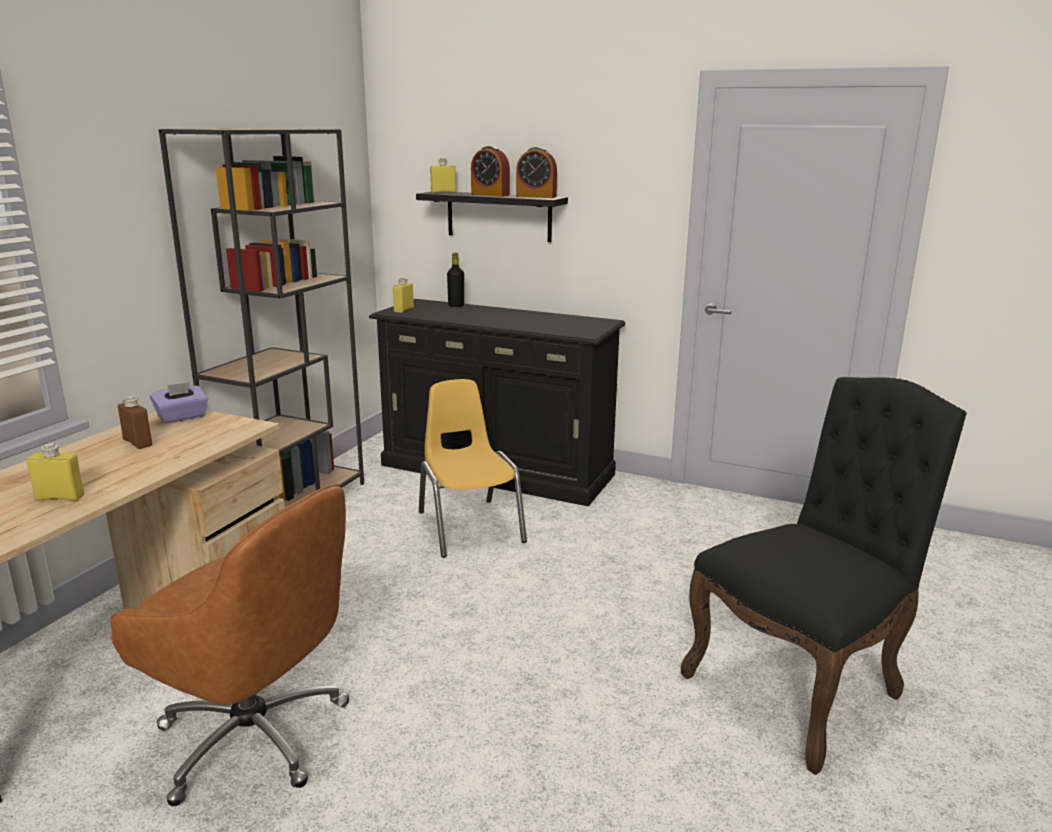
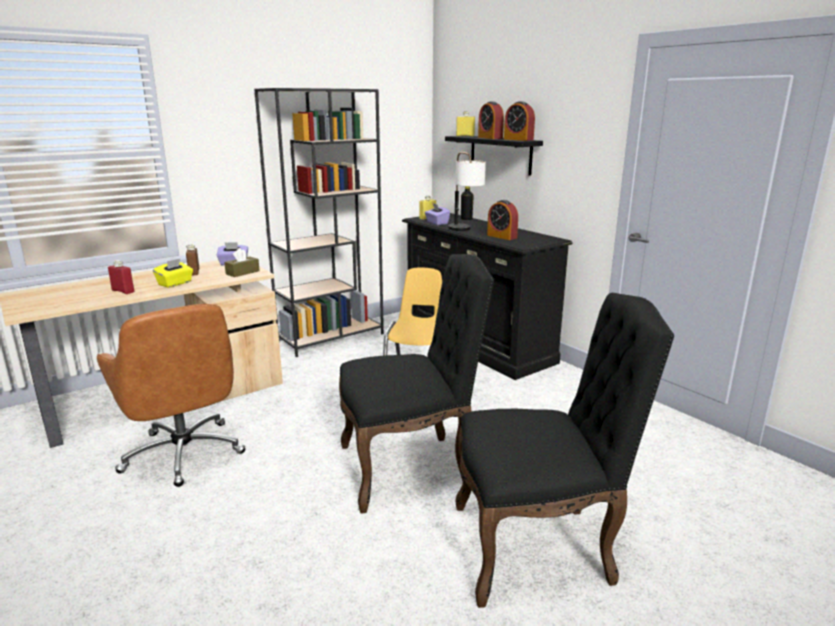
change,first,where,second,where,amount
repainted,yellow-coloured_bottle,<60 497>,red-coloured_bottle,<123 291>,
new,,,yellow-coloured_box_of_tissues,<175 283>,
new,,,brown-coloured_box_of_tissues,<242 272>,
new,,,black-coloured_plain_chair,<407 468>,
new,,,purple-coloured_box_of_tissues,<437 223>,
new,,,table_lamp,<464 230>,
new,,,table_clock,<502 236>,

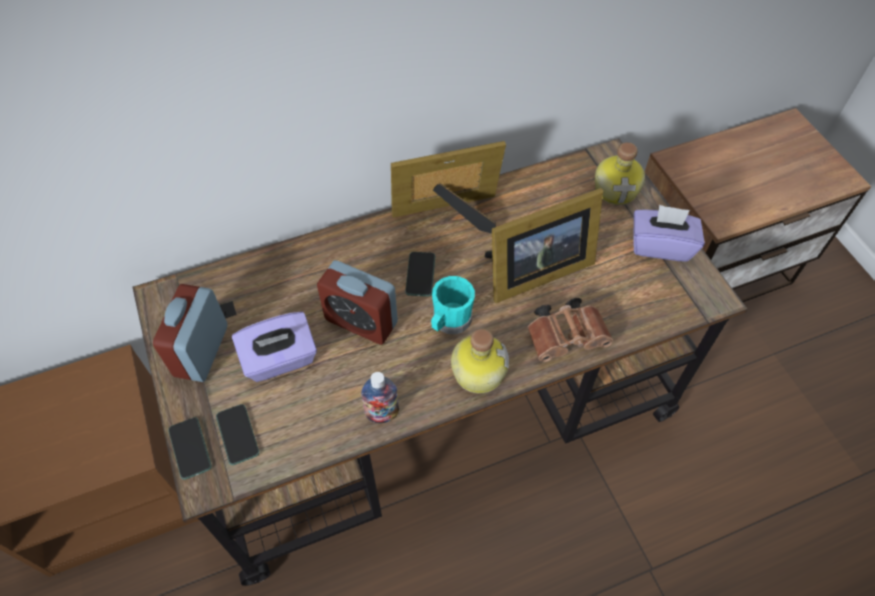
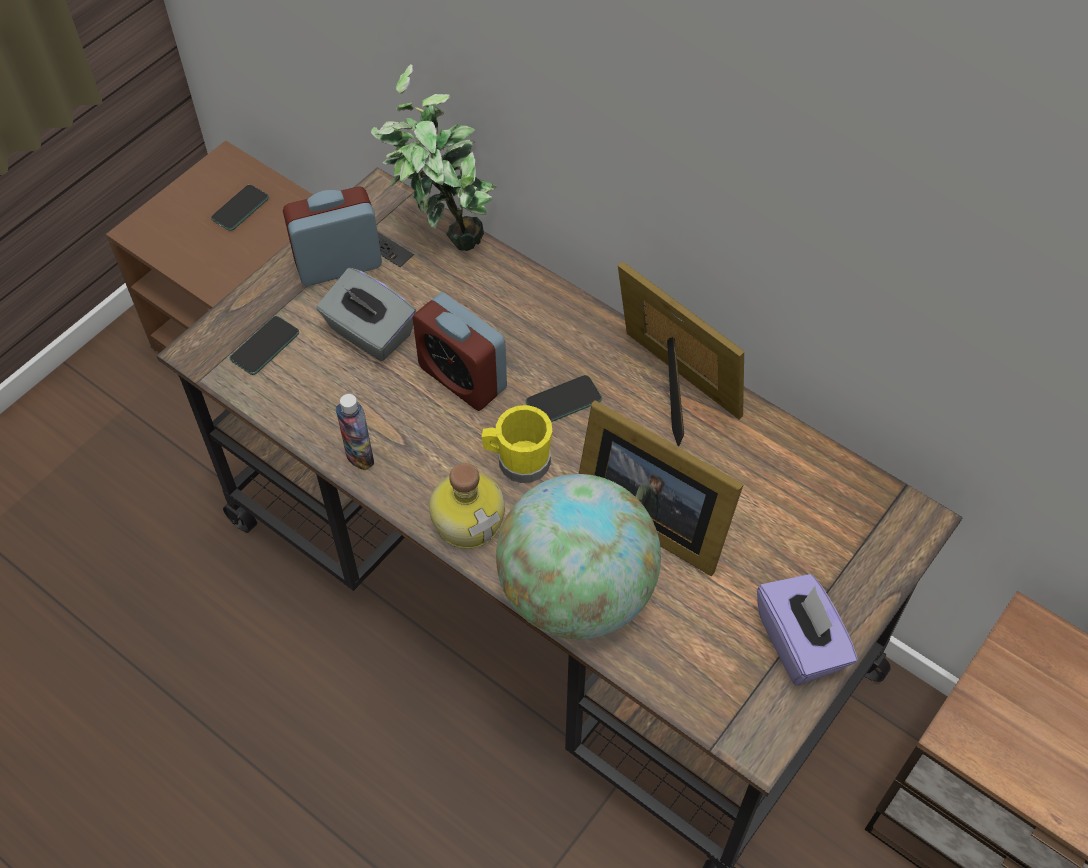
change,first,where,second,where,amount
shifted,phone,<190 448>,,<240 208>,
repainted,purple-coloured_box_of_tissues,<280 360>,gray_box_of_tissues,<369 333>,
new,,,houseplant,<443 239>,
rotated,table_clock,<361 321>,,<462 378>,45 degrees counterclockwise
repainted,turquoise-coloured_mug,<449 321>,yellow-coloured_mug,<518 461>,
swapped,brown-coloured_field_glasses,<568 337>,world_globe,<576 593>,
gone,bottle,<617 189>,,,

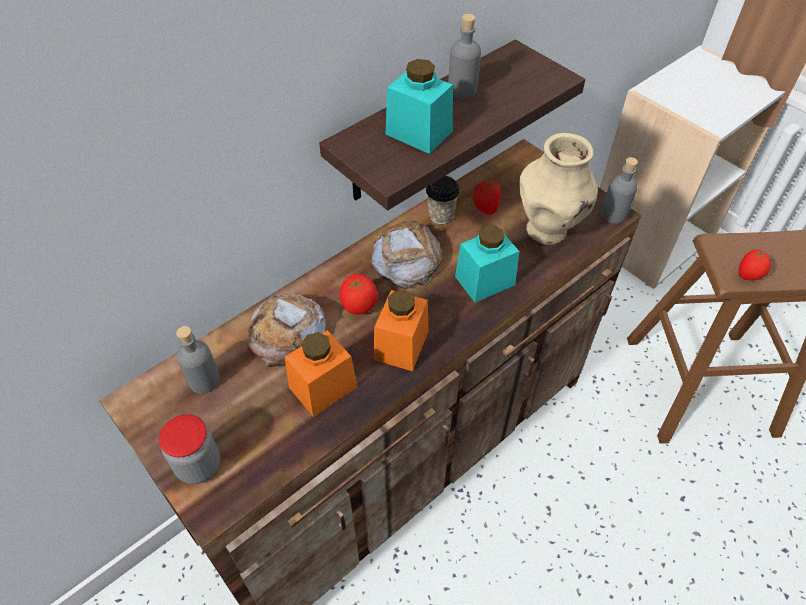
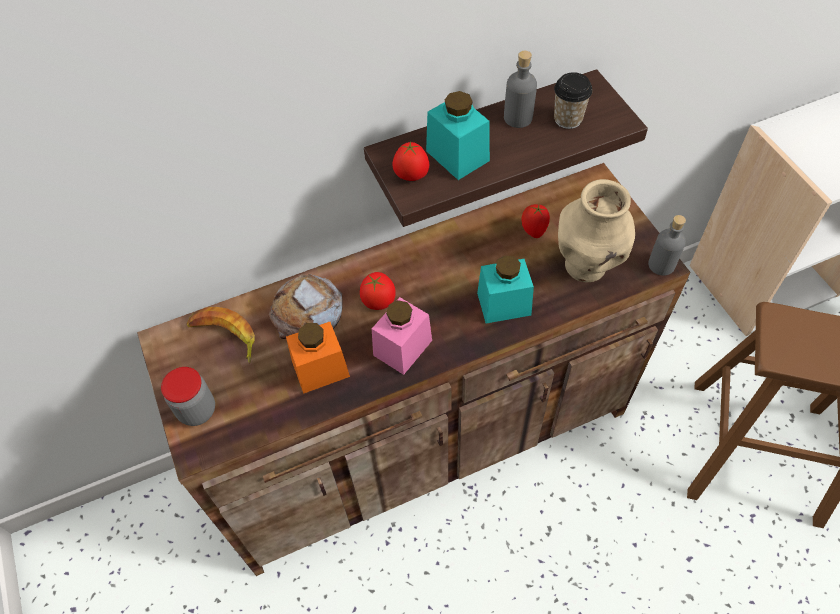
change,first,where,second,where,amount
swapped,gray_bottle,<204 380>,banana,<224 337>,
repainted,orange-coloured_preserve_jar,<401 345>,pink_preserve_jar,<402 348>,
shifted,tomato,<748 276>,,<411 176>,
shifted,drinking_cup,<441 215>,,<568 119>,
gone,baked_bread,<406 259>,,,

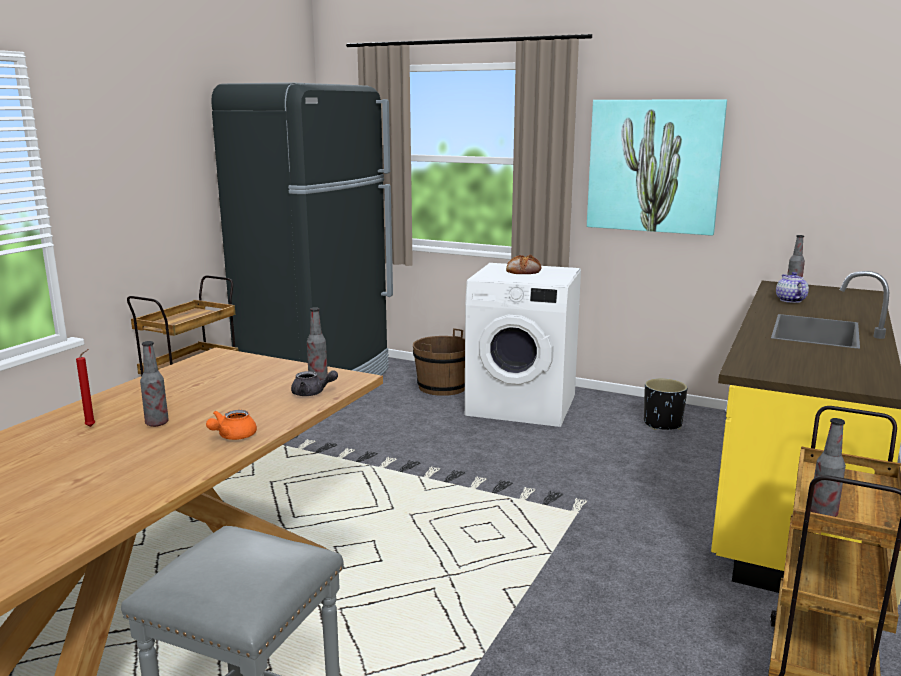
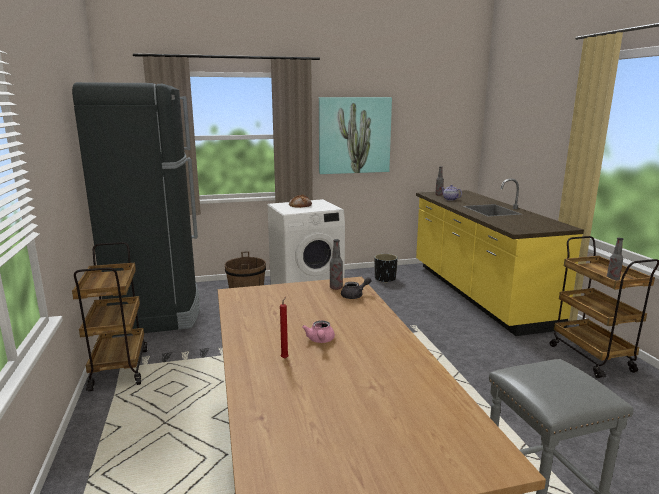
change,first,where,second,where,amount
swapped,bottle,<157 423>,pink_pot_for_tea,<320 340>,
gone,orange-coloured_pot_for_tea,<232 436>,,,

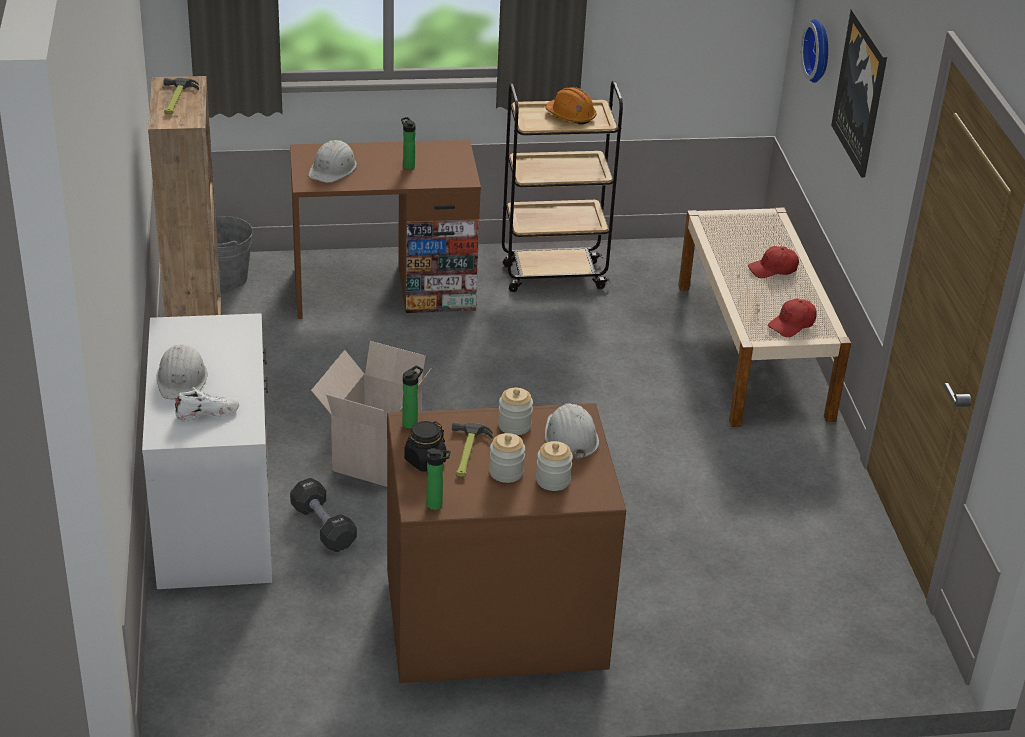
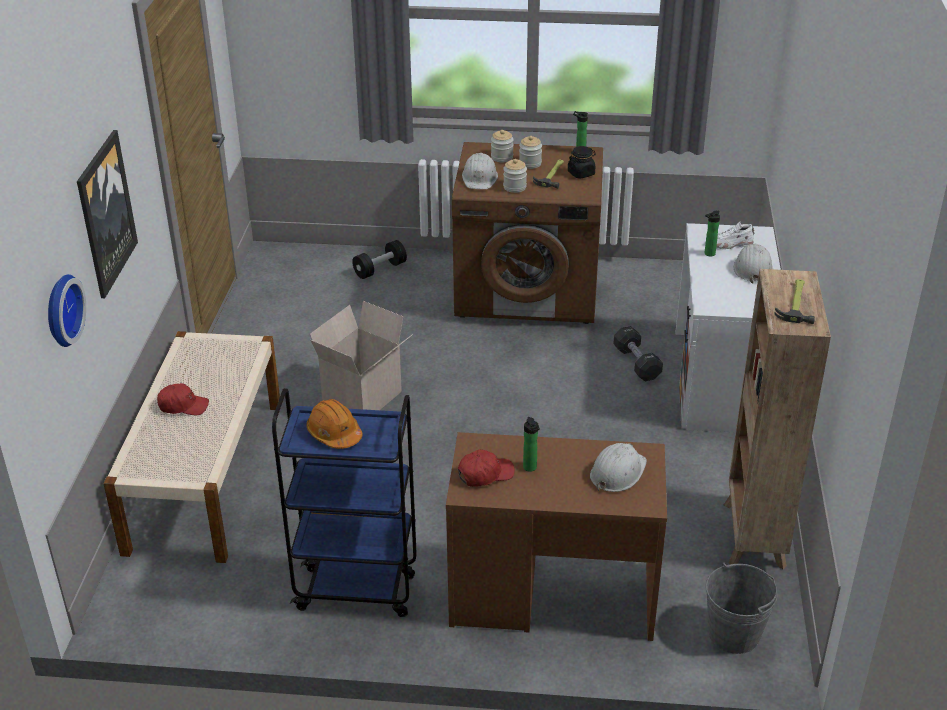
change,first,where,second,where,amount
repainted,brown-coloured_wheeled_cart,<554 276>,bluish_wheeled_cart,<354 593>,
shifted,packing_box,<375 456>,,<363 399>,
new,,,black-coloured_dumbbell,<380 269>,
shifted,red-coloured_cap,<792 324>,,<485 474>,
shifted,bottle,<411 423>,,<708 254>,

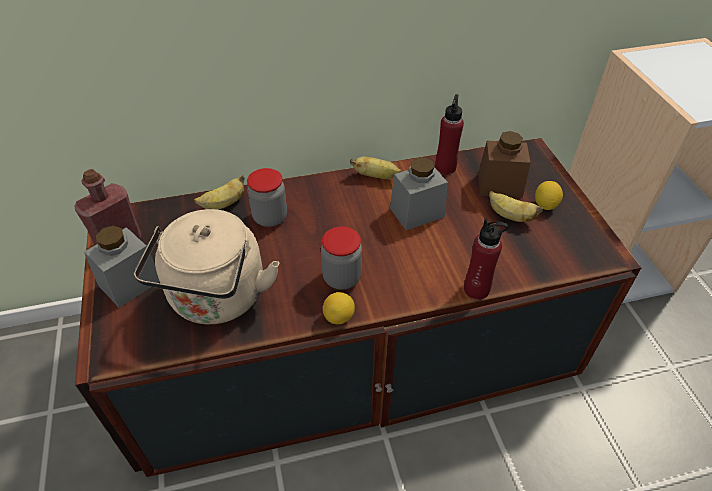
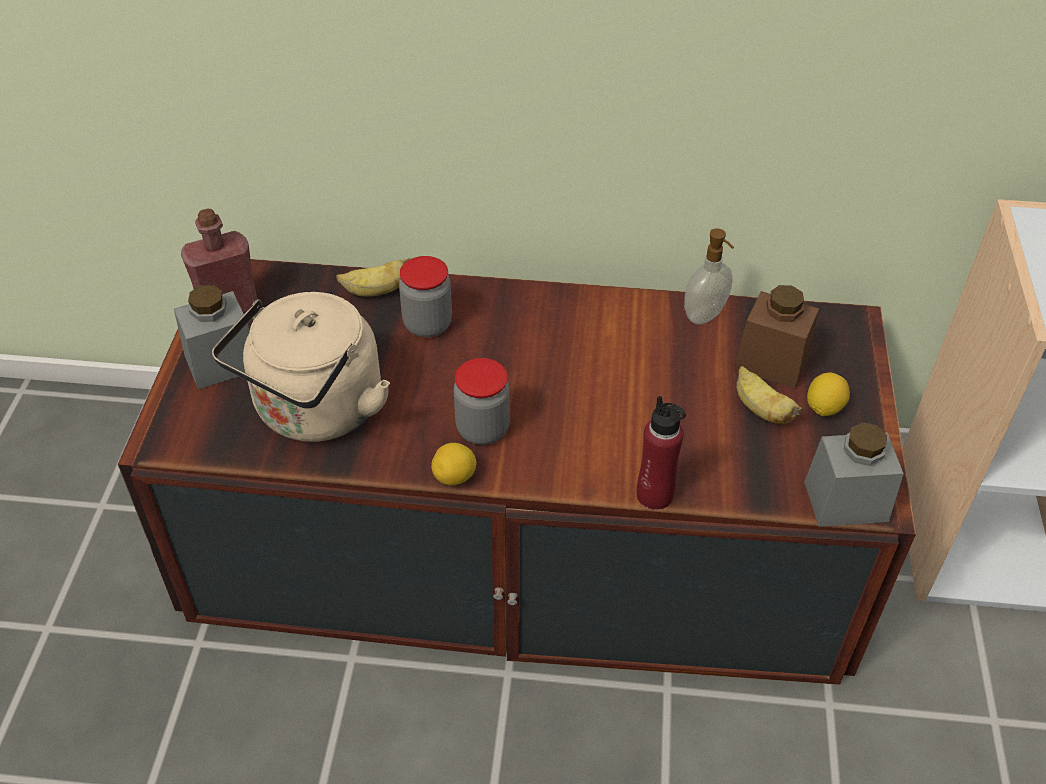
change,first,where,second,where,amount
swapped,red-coloured_bottle,<445 167>,liquid_soap_bottle,<705 315>,
shifted,gray_preserve_jar,<417 212>,,<845 501>,
gone,banana,<376 176>,,,

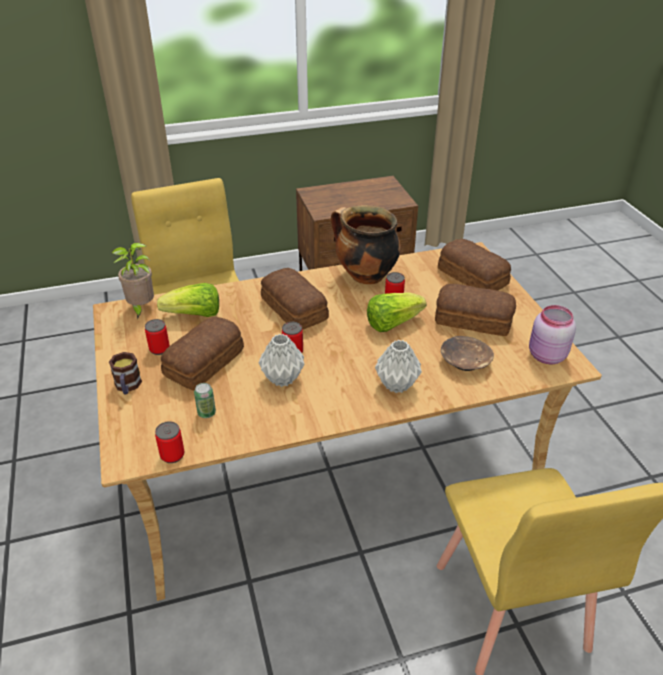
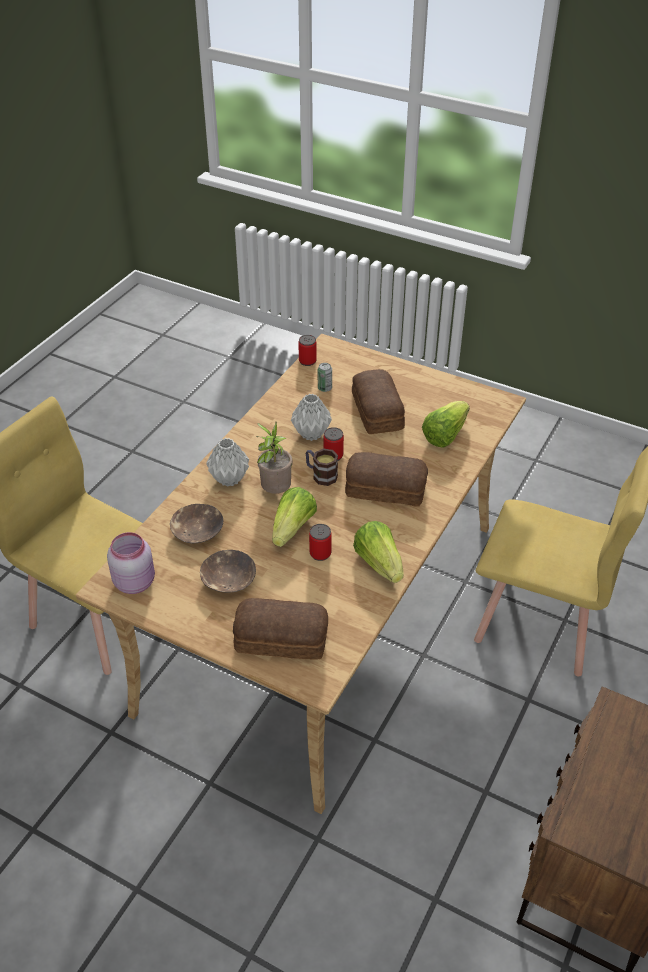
change,first,where,second,where,amount
swapped,baked_bread,<474 320>,brown-coloured_deep_dish,<228 579>,
shifted,houseplant,<141 308>,,<275 491>,
shifted,mug,<128 387>,,<321 475>,
swapped,stockpot,<364 276>,lettuce_head,<379 563>,
gone,can,<159 349>,,,

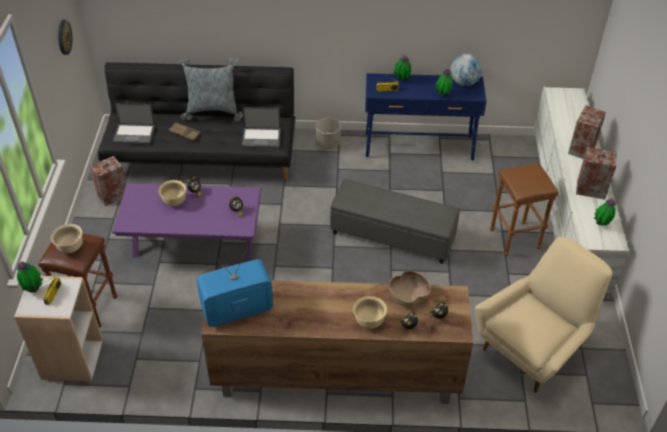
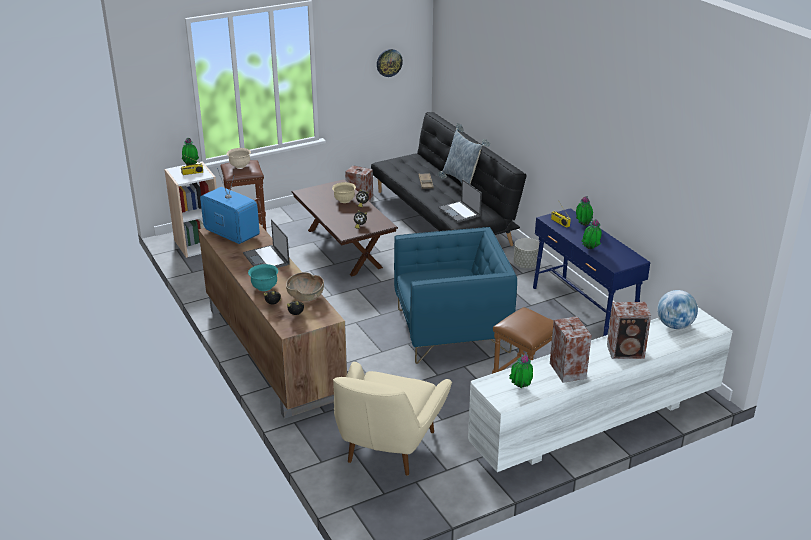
change,first,where,second,where,amount
shifted,portable_computer,<135 133>,,<266 259>,
repainted,beige_deep_dish,<369 321>,turquoise-coloured_deep_dish,<264 287>,
repainted,purple-coloured_low_table,<194 244>,brown-coloured_low_table,<344 248>,
rotated,beige_armchair,<533 349>,,<387 450>,90 degrees clockwise
swapped,gray_pouffe,<393 234>,bluish_armchair,<451 331>,
shifted,world_globe,<464 82>,,<674 325>,

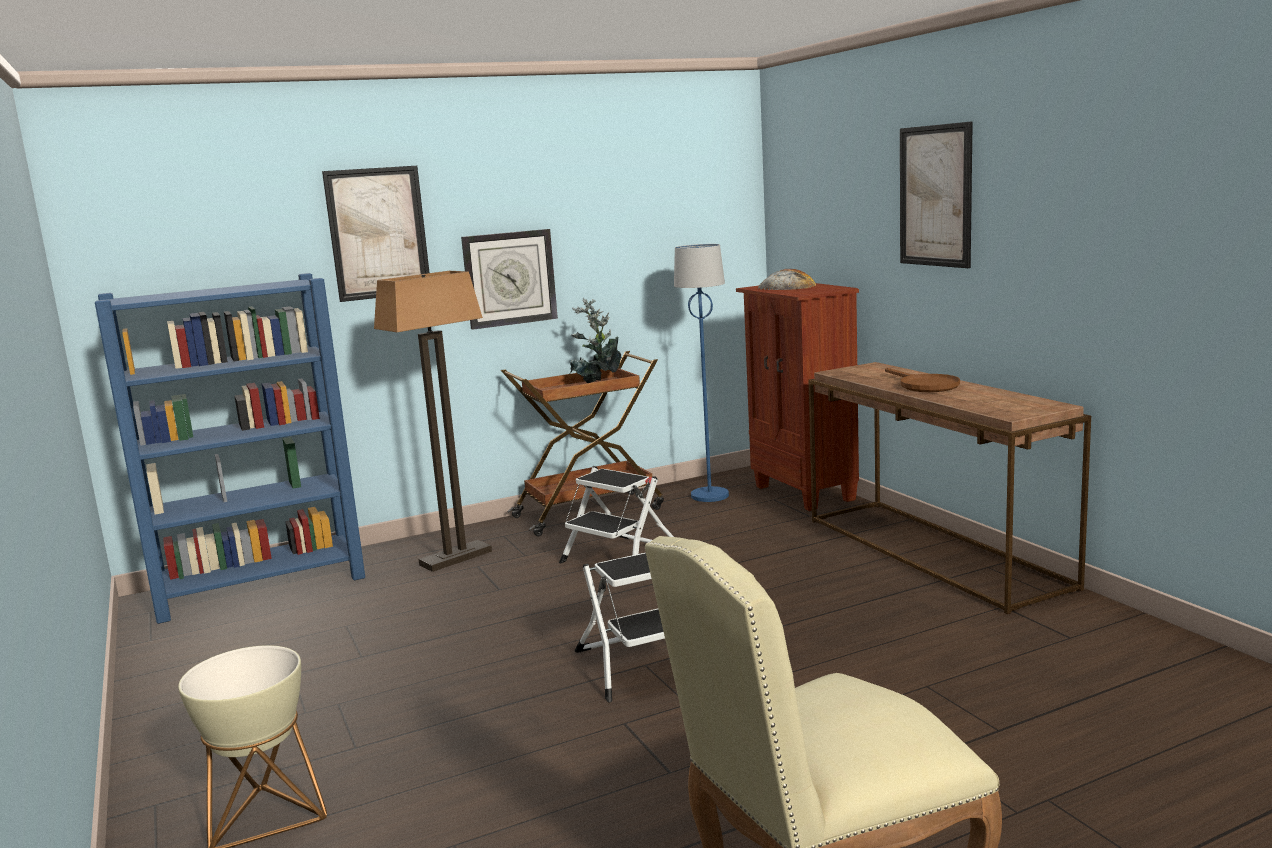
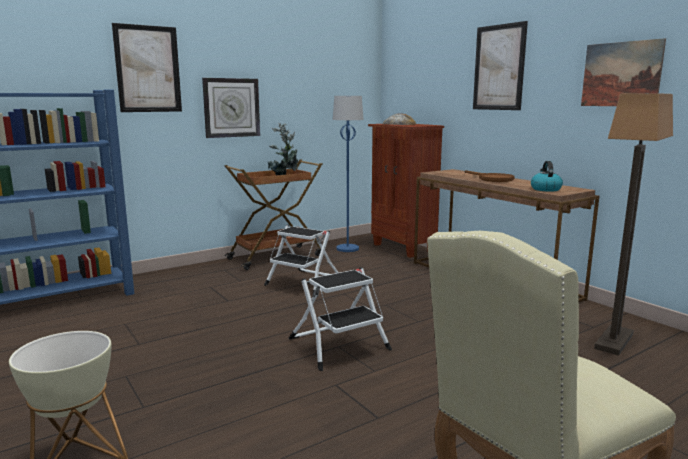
change,first,where,second,where,amount
new,,,tea_kettle,<545 189>,
new,,,wall_art,<621 74>,
shifted,standing_lamp,<456 558>,,<613 341>,

